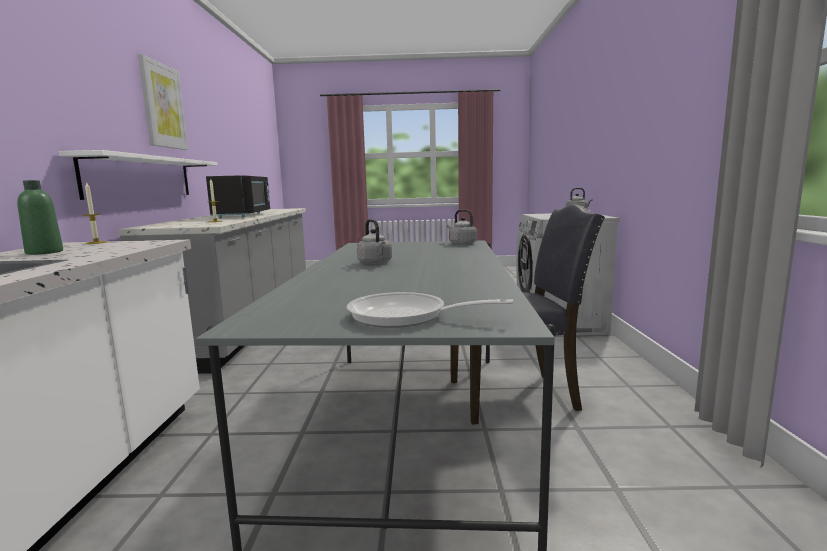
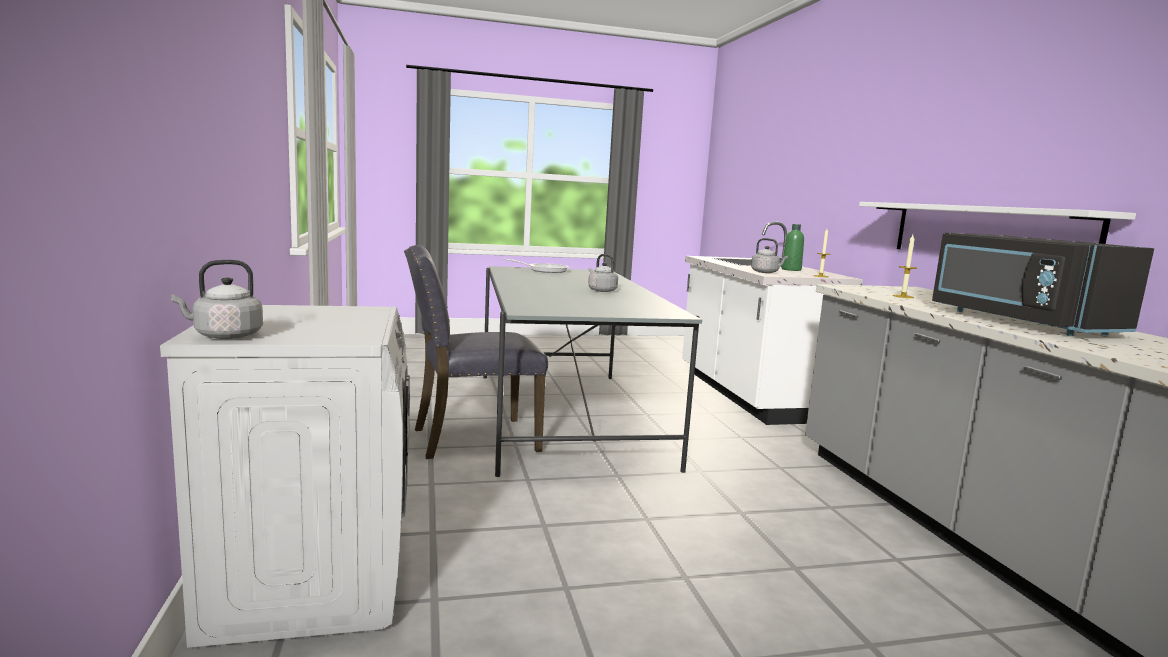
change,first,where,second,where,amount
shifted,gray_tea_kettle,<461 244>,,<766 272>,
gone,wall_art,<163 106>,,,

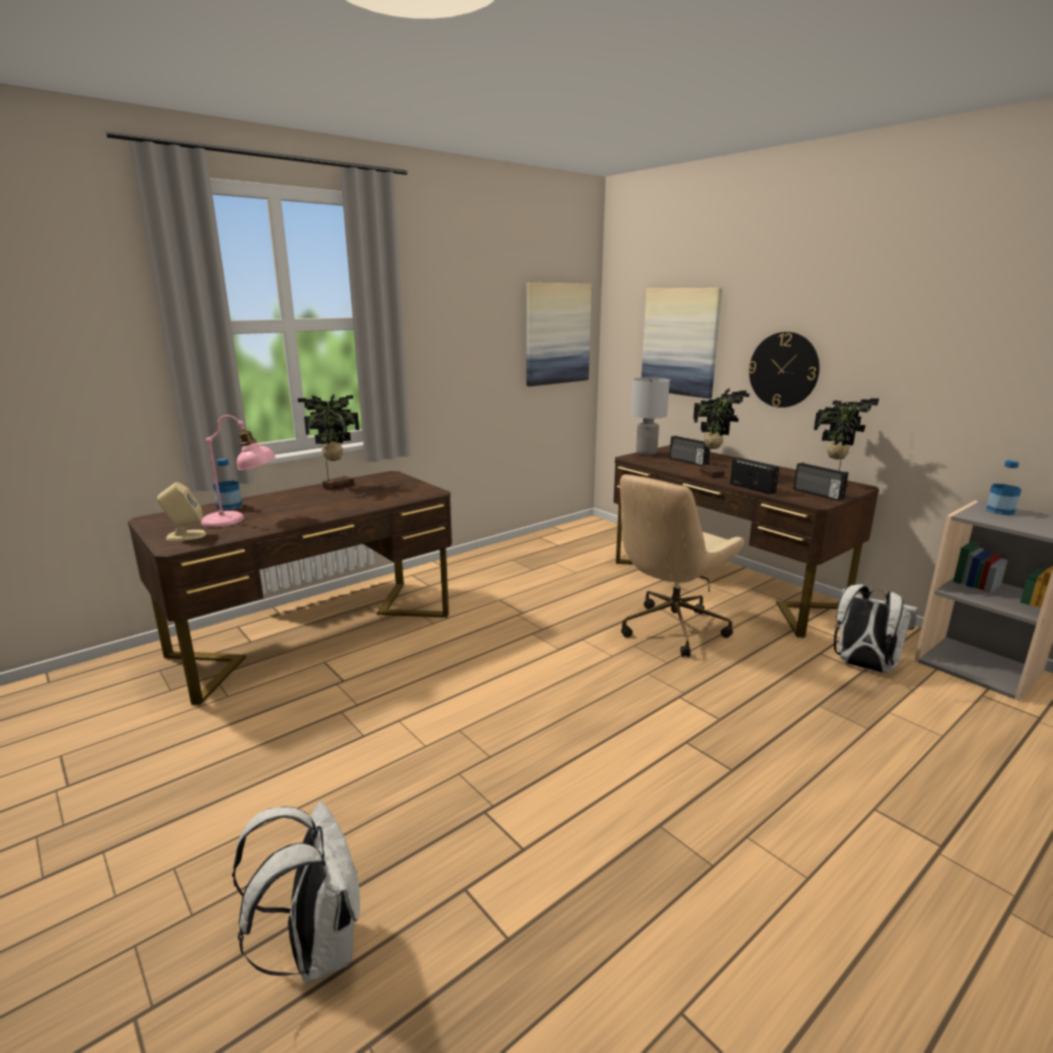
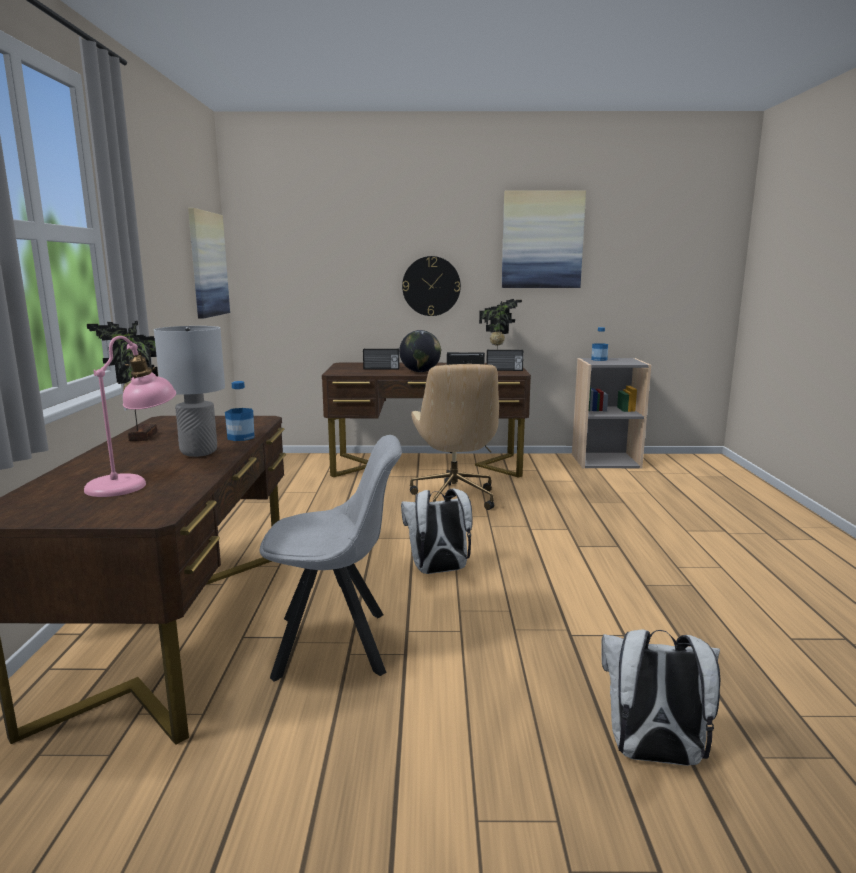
change,first,where,second,where,amount
shifted,gray_table_lamp,<646 454>,,<198 454>,
shifted,bottle,<229 506>,,<241 437>,
new,,,gray_plain_chair,<336 644>,
swapped,houseplant,<713 474>,world_globe,<420 371>,
shifted,whitish_knapsack,<862 666>,,<438 571>,
shifted,wall_art,<680 342>,,<542 240>,
gone,beige_loudspeaker,<185 536>,,,

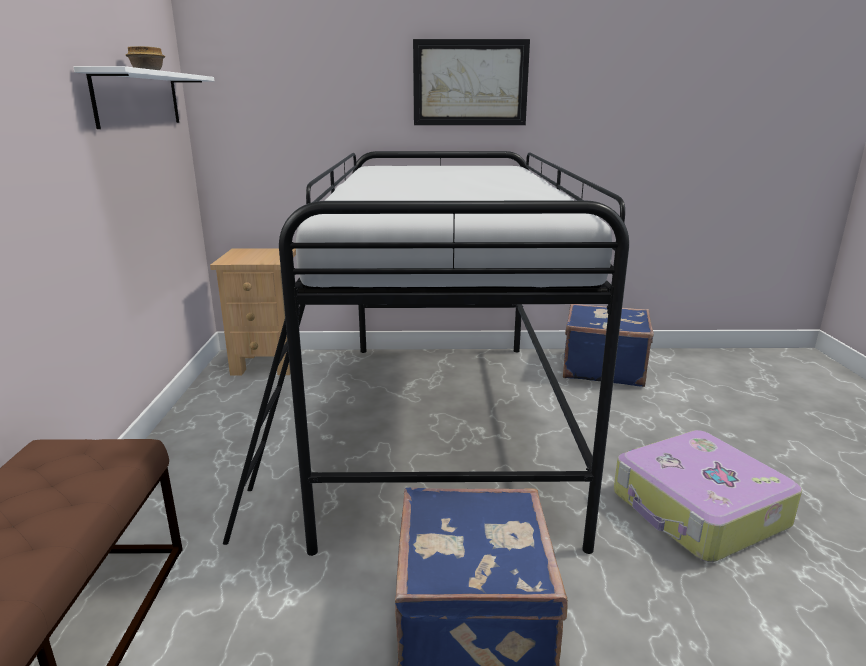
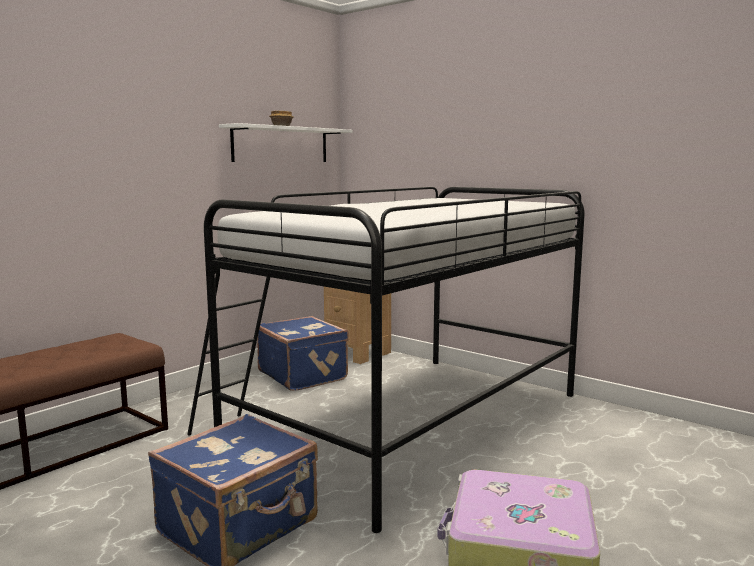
change,first,where,second,where,amount
shifted,bluish_travel_case,<602 368>,,<303 375>,
gone,wall_art,<470 83>,,,

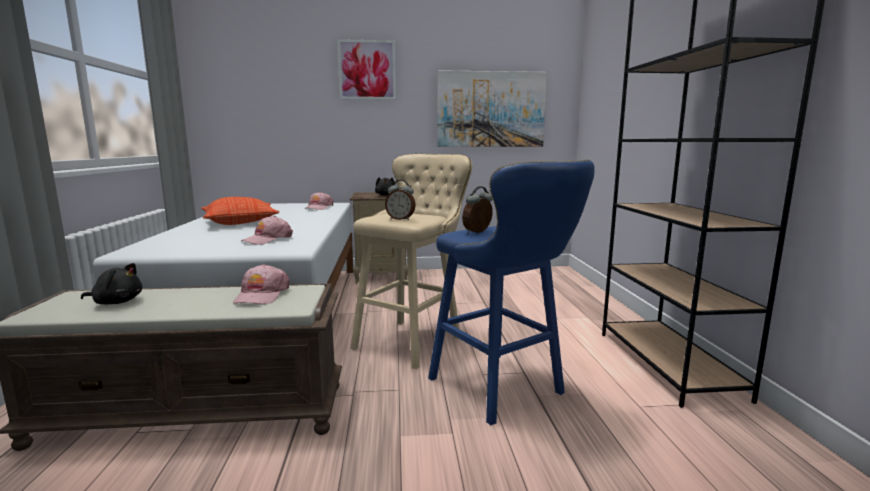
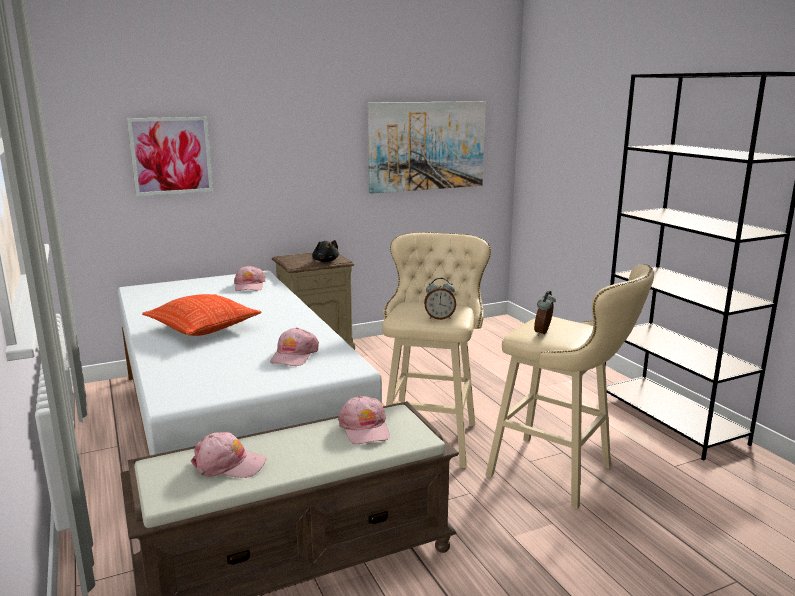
change,first,where,second,where,amount
shifted,wall_art,<367 70>,,<171 155>,
swapped,black-coloured_plush_toy,<116 302>,pink_cap,<228 464>,
repainted,bluish_stool,<505 392>,beige_stool,<563 475>,

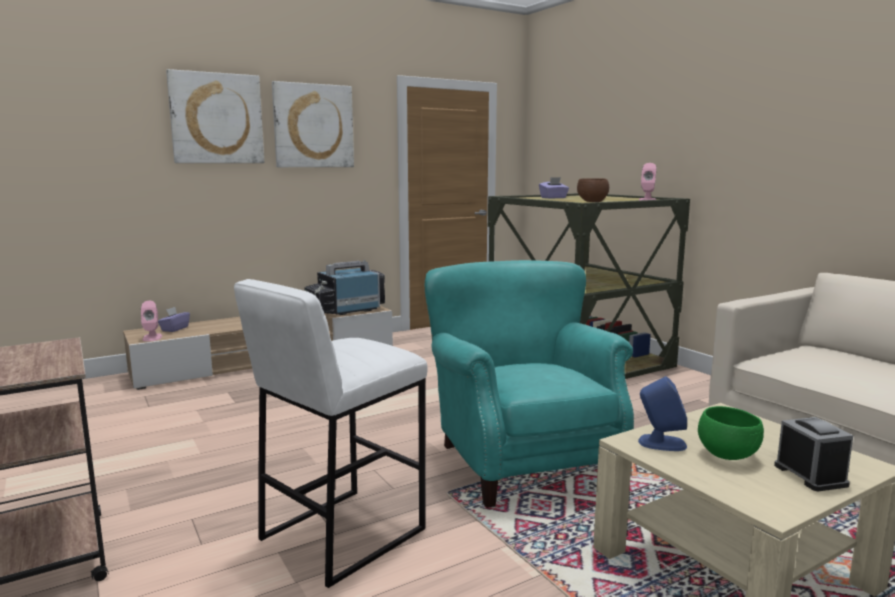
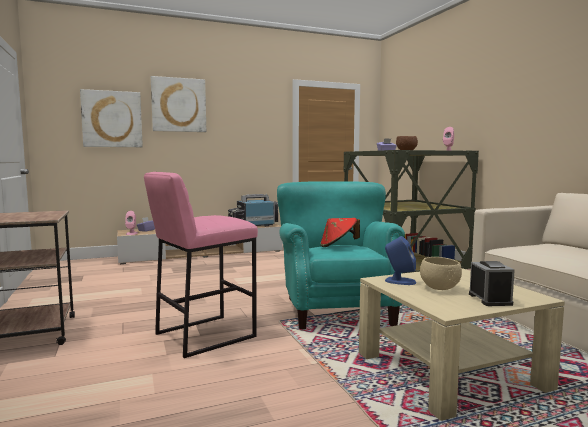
change,first,where,second,where,amount
shifted,wall_art,<313 126>,,<112 119>,
repainted,whitish_stool,<340 535>,pink_stool,<203 335>,
new,,,red-coloured_hat,<338 246>,
repainted,green_deep_dish,<728 455>,beige_deep_dish,<440 288>,

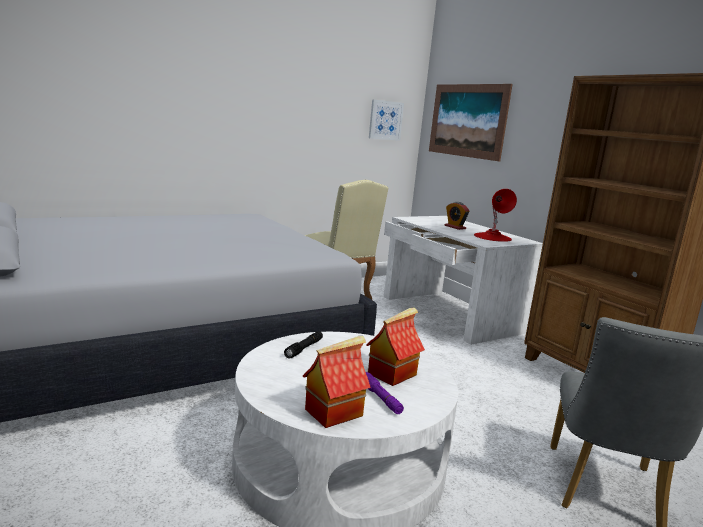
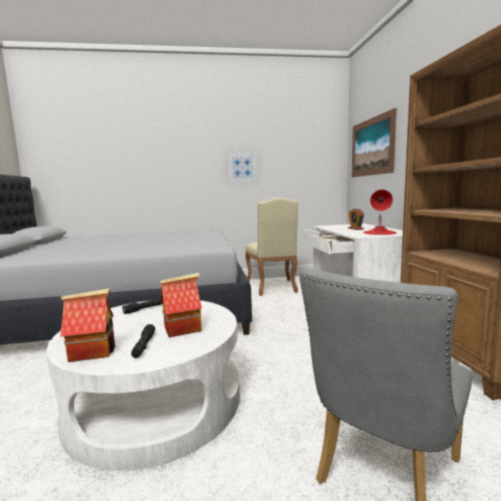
change,first,where,second,where,amount
repainted,purple-coloured_flashlight,<380 398>,black-coloured_flashlight,<144 345>,
shifted,wall_art,<385 120>,,<242 167>,

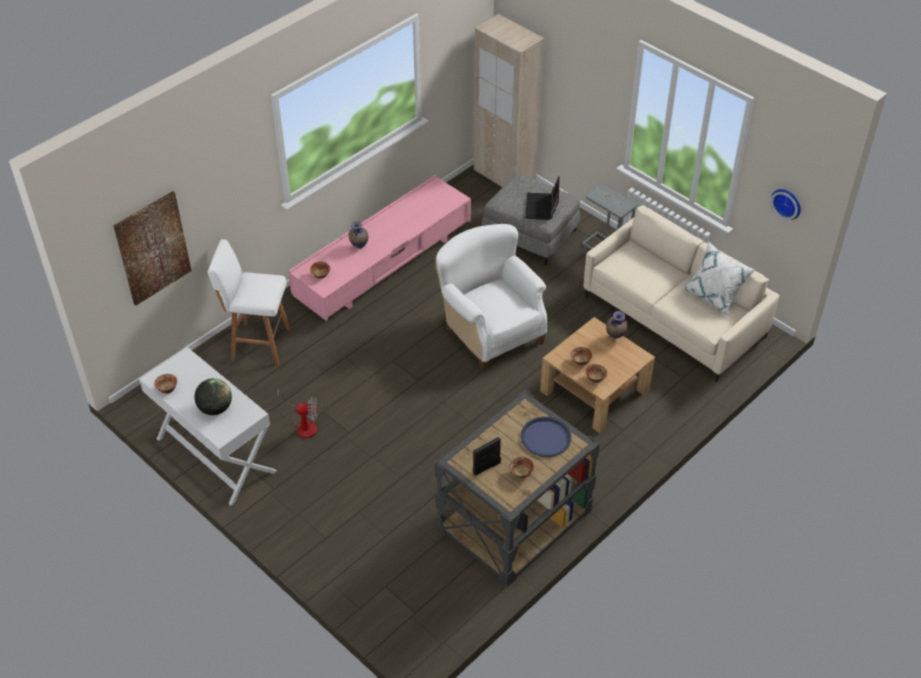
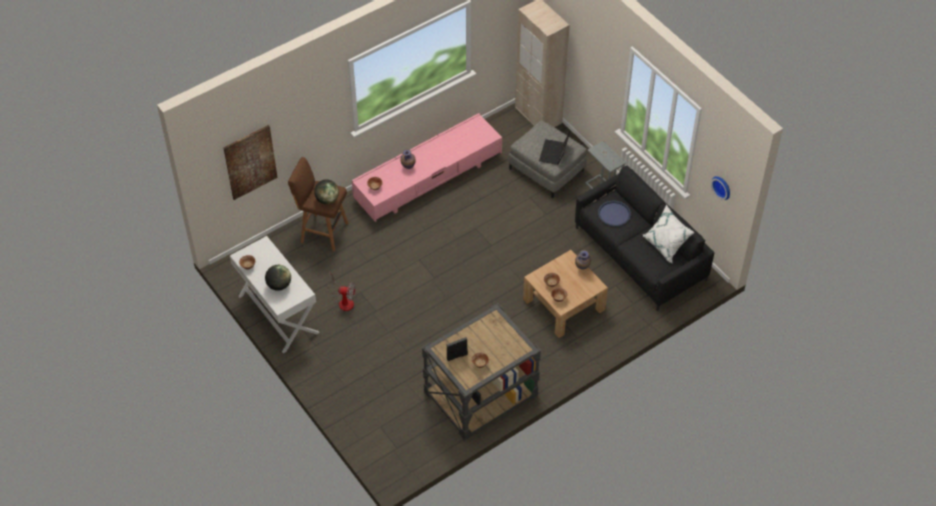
change,first,where,second,where,amount
repainted,whitish_stool,<258 343>,brown-coloured_stool,<322 232>,
new,,,world_globe,<327 200>,
repainted,beige_couch,<673 317>,black-coloured_couch,<639 254>,
shifted,bluish_carrying_tray,<546 437>,,<614 214>,
gone,whitish_armchair,<490 330>,,,

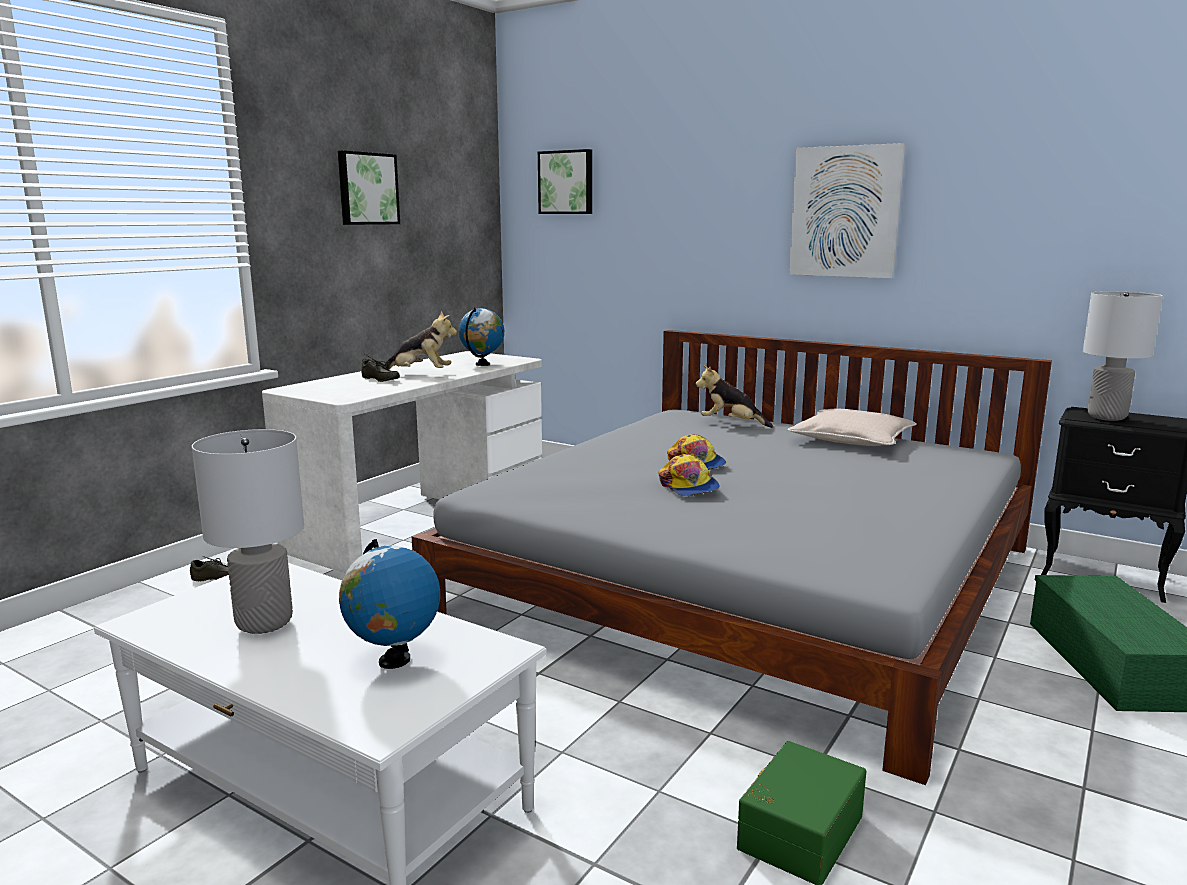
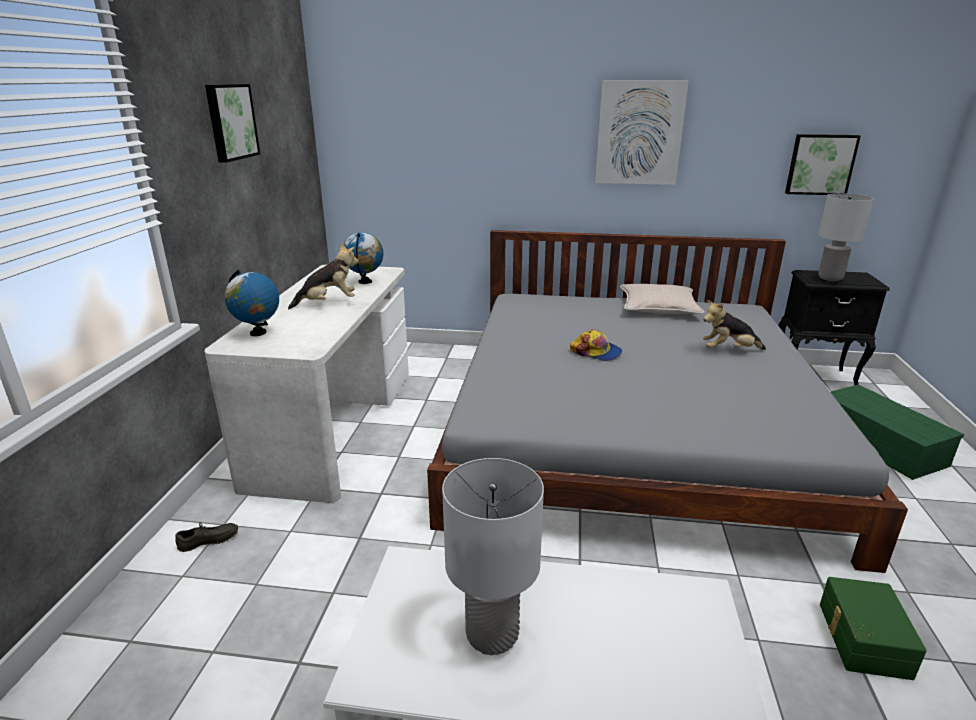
change,first,where,second,where,amount
shifted,world_globe,<394 661>,,<258 333>,
shifted,plush_toy,<731 424>,,<728 350>,
shifted,wall_art,<566 182>,,<820 164>,
gone,gray_shoe,<379 380>,,,
gone,cap,<688 487>,,,

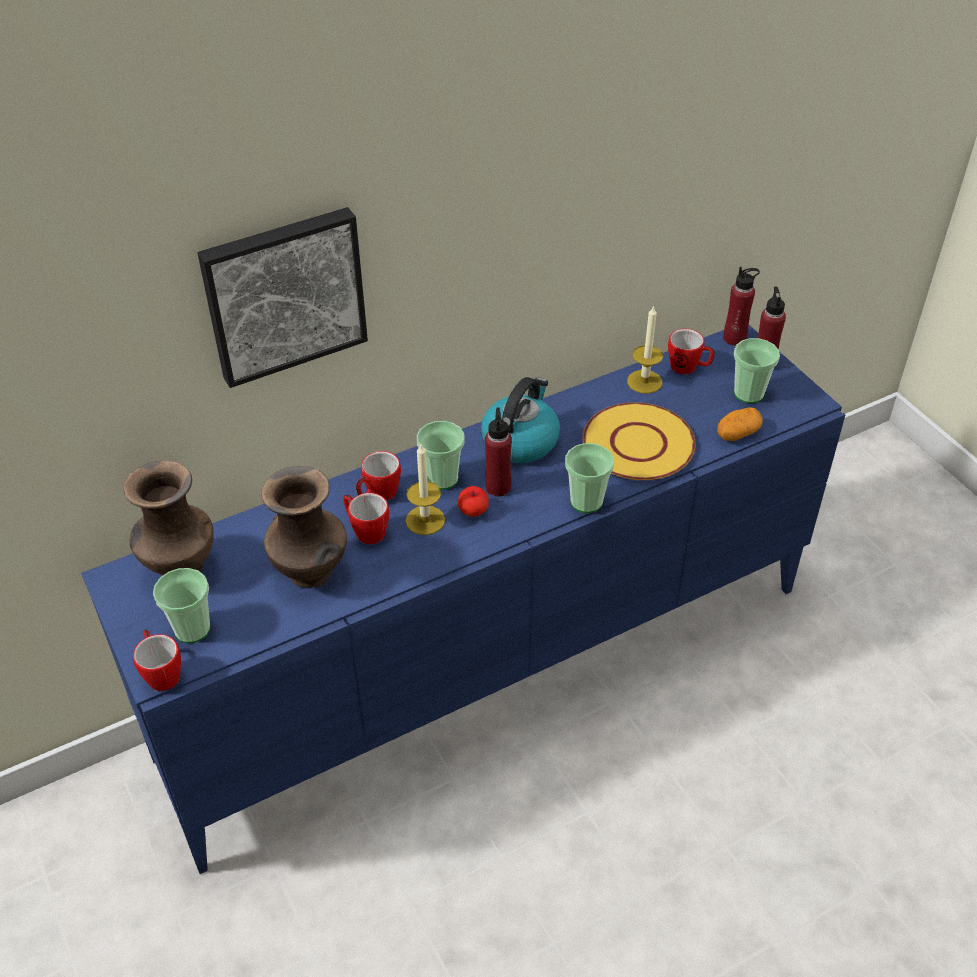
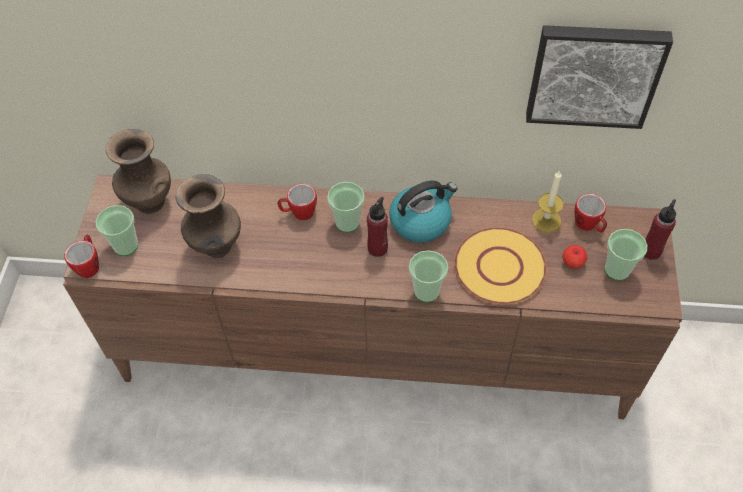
change,first,where,second,where,amount
repainted,bluish_storage_cabinet,<490 667>,brown-coloured_storage_cabinet,<376 352>,
shifted,wall_art,<284 294>,,<594 74>,
shifted,whole_apple,<473 512>,,<572 263>,
gone,mug,<366 531>,,,
gone,wax_candle,<425 520>,,,
gone,spud,<737 433>,,,
gone,red-coloured_bottle,<734 338>,,,

